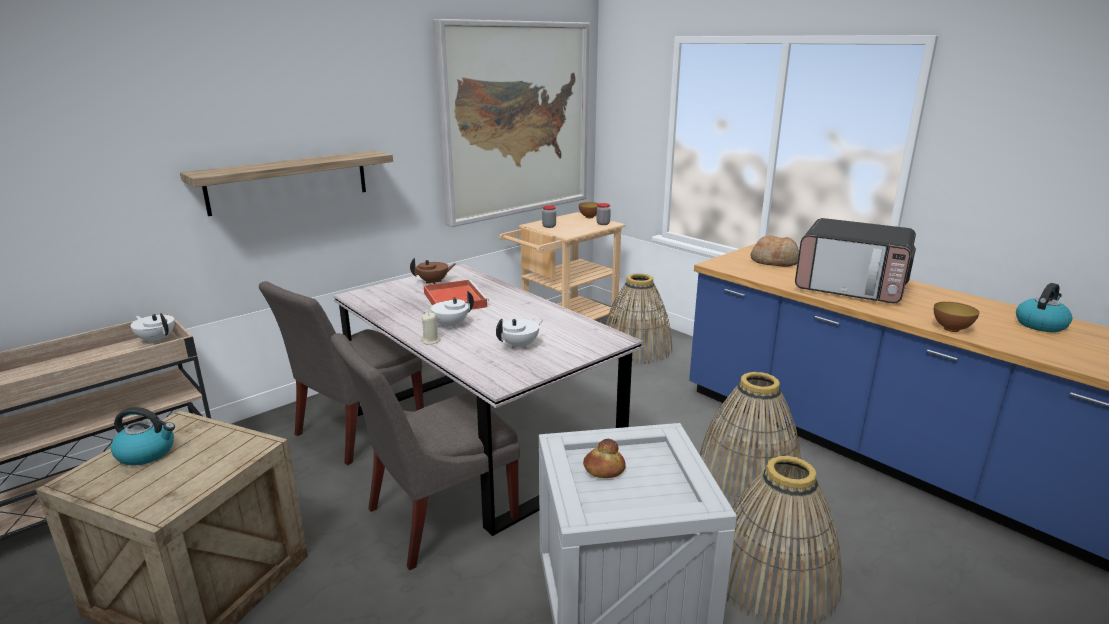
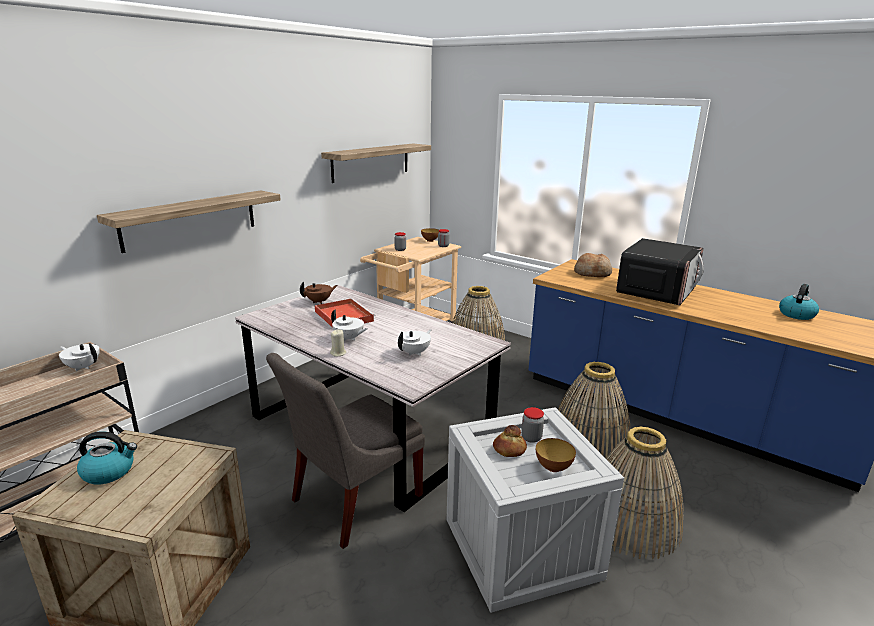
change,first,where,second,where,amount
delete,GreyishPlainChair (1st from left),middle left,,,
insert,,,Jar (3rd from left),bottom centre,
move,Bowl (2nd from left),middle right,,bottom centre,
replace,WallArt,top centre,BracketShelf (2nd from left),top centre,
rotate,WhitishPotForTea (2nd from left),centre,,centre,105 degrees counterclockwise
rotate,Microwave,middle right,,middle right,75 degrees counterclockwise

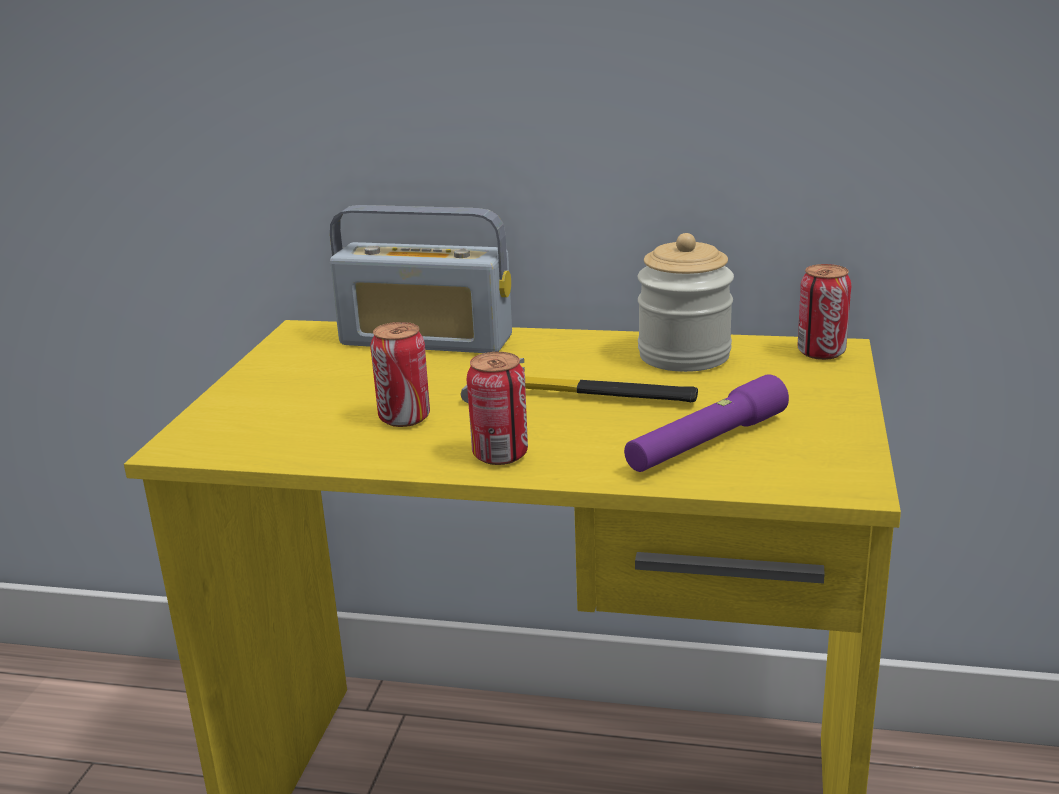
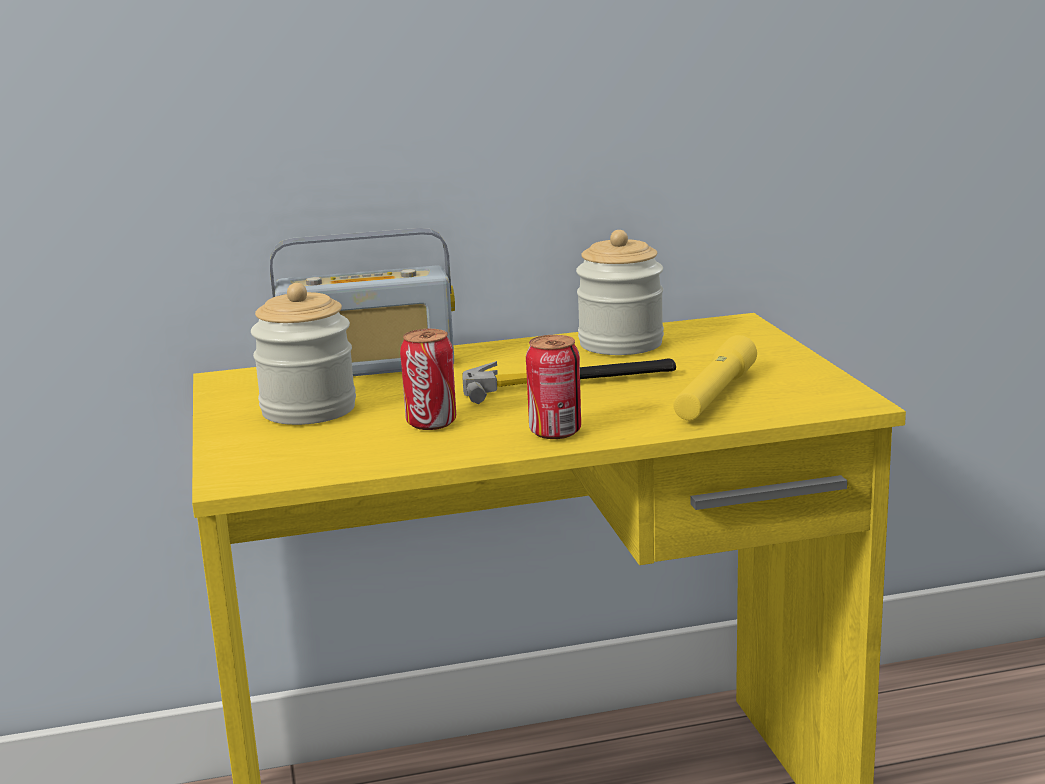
change,first,where,second,where,amount
delete,MetalCan (3rd from left),middle right,,,
insert,,,Jar (1st from left),middle left,
recolor,PurpleColouredTorch,middle right,YellowTorch,middle right,

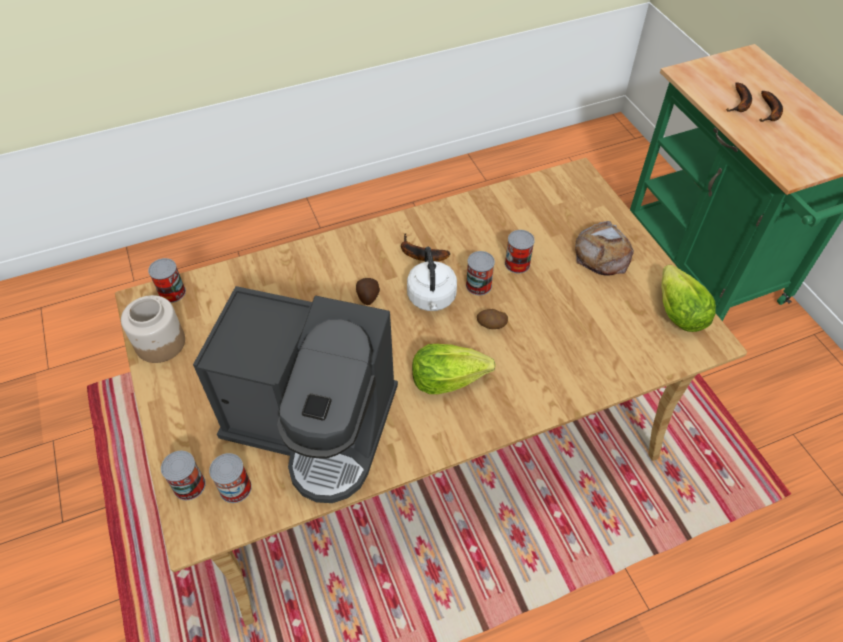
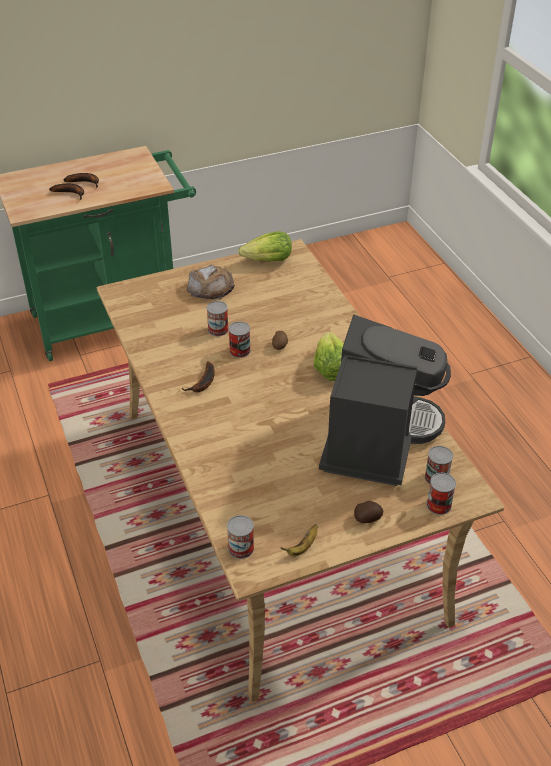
change,first,where,second,where,amount
delete,WhitishWaterKettle,centre,,,
move,WholePotato (1st from left in the first image),centre,WholePotato (2nd from left),bottom right,
replace,Jar,middle left,WholeBanana (4th from left),bottom centre,

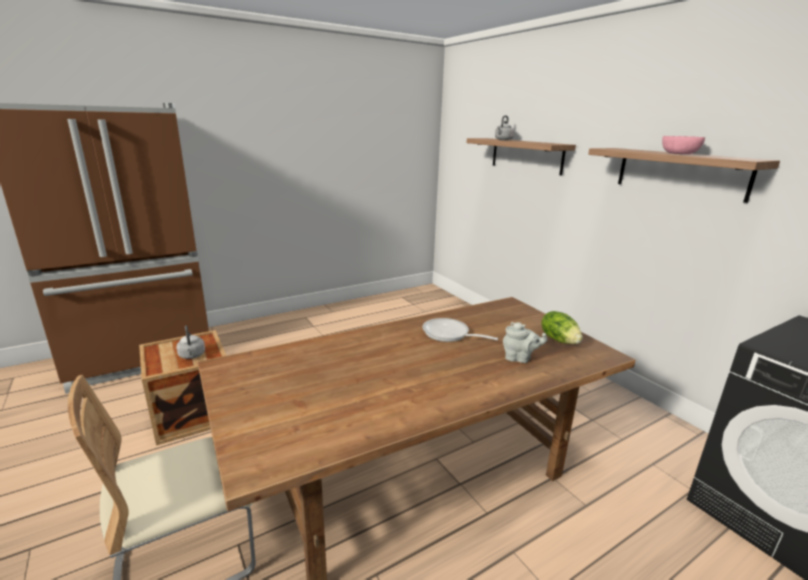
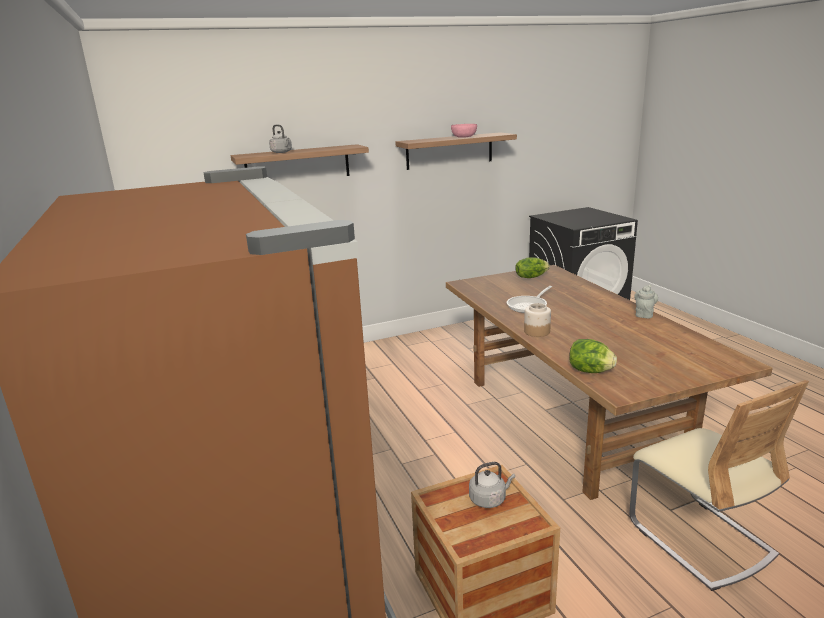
change,first,where,second,where,amount
insert,,,Jar,centre,
insert,,,HeadOfLettuce (2nd from left),middle right,
move,GreyishPotForTea,centre,,middle right,

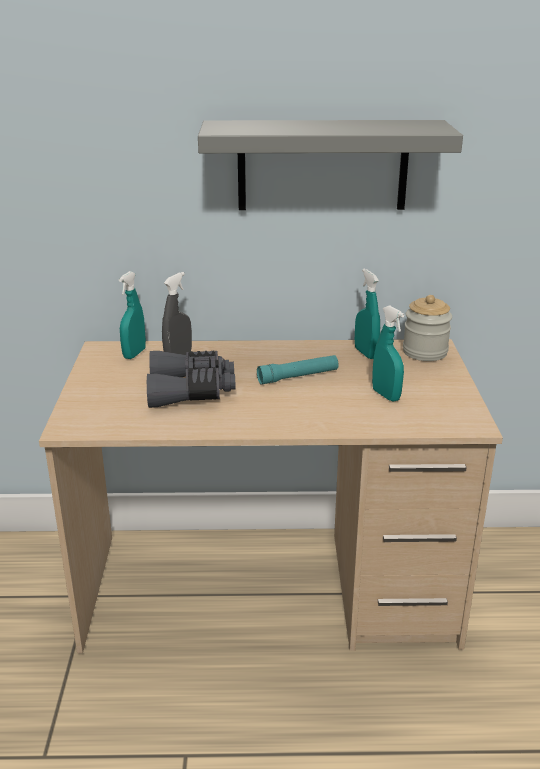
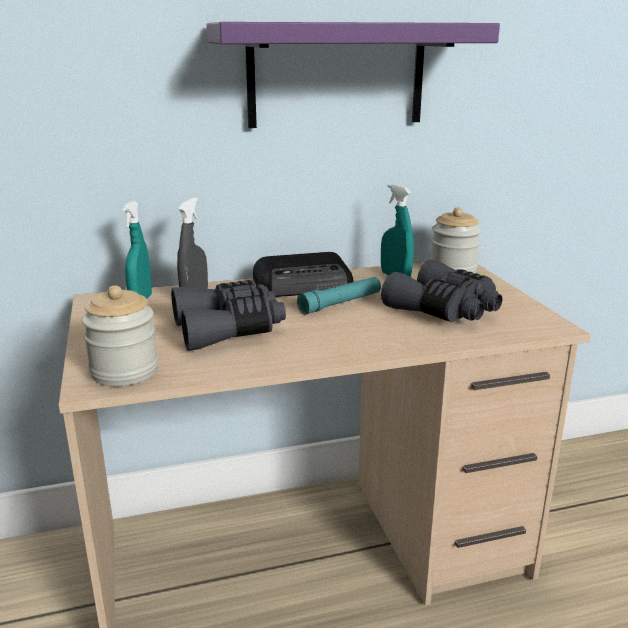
change,first,where,second,where,amount
insert,,,Jar (1st from left),middle left,
insert,,,RadioSet,centre,
replace,TurquoiseHandSprayer (3rd from left),middle right,GreyishFieldGlasses (2nd from left),middle right,
recolor,GreyishBracketShelf,top centre,PurpleColouredBracketShelf,top centre,

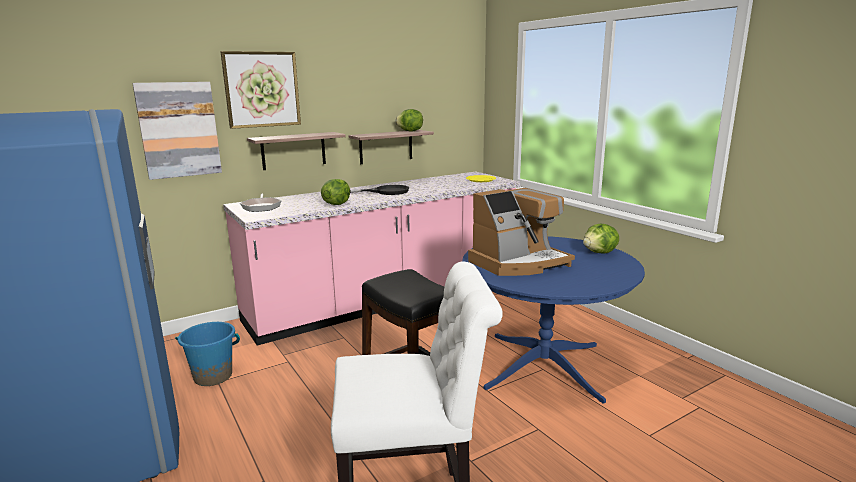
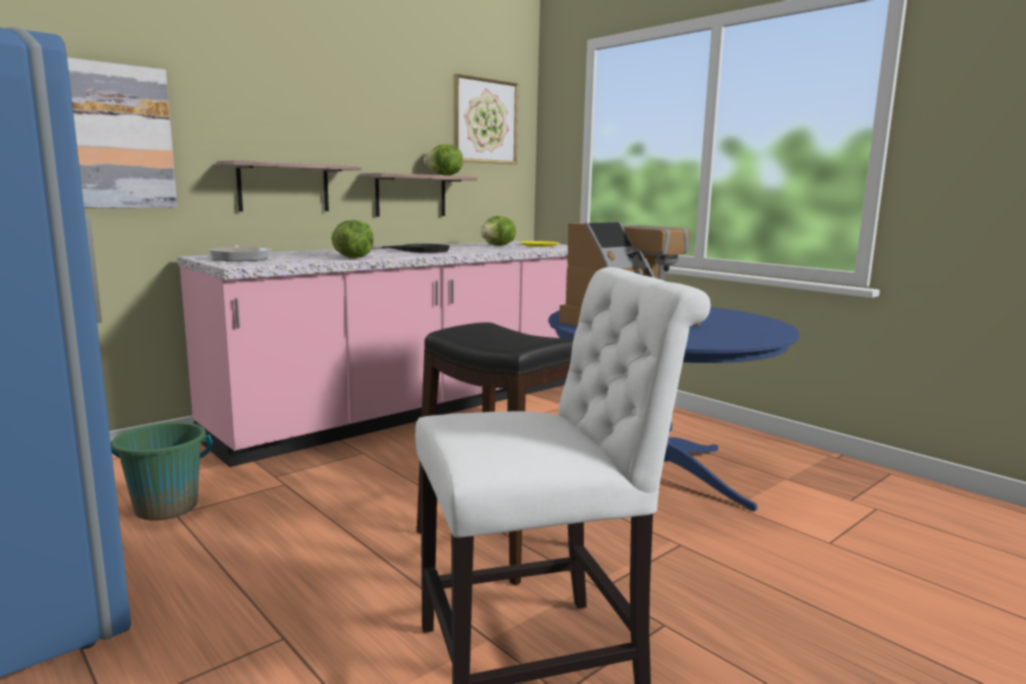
change,first,where,second,where,amount
move,WallArt (2nd from left),top left,,top centre,
move,HeadOfLettuce (3rd from left),middle right,,centre,
recolor,BlueColouredBucket,bottom left,GreenColouredBucket,bottom left,

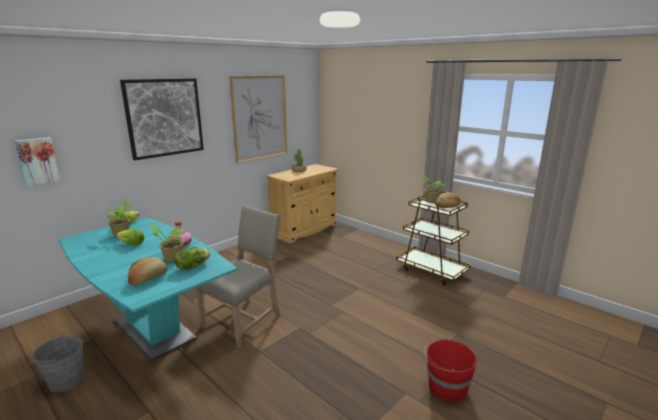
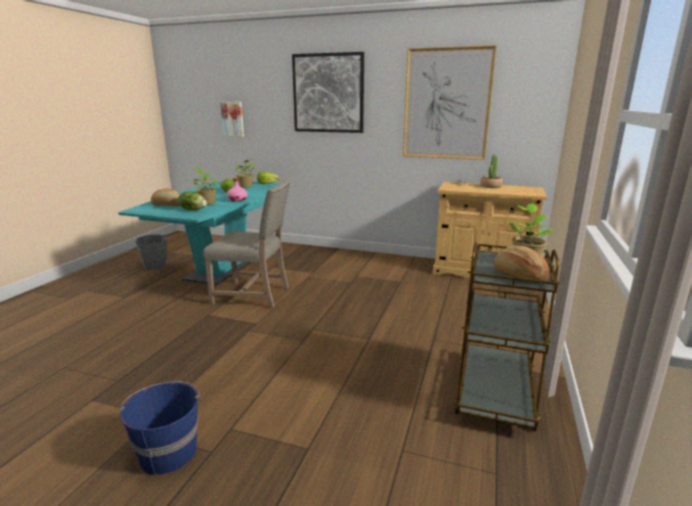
change,first,where,second,where,amount
recolor,RedBucket,bottom right,BlueColouredBucket,bottom left,

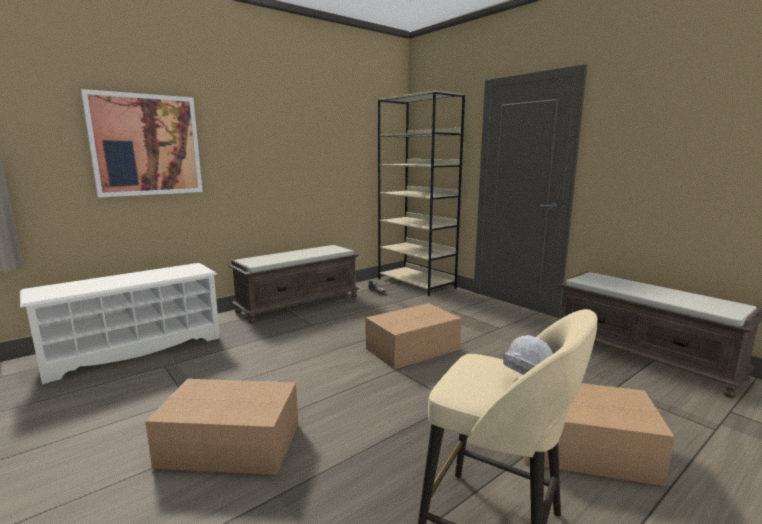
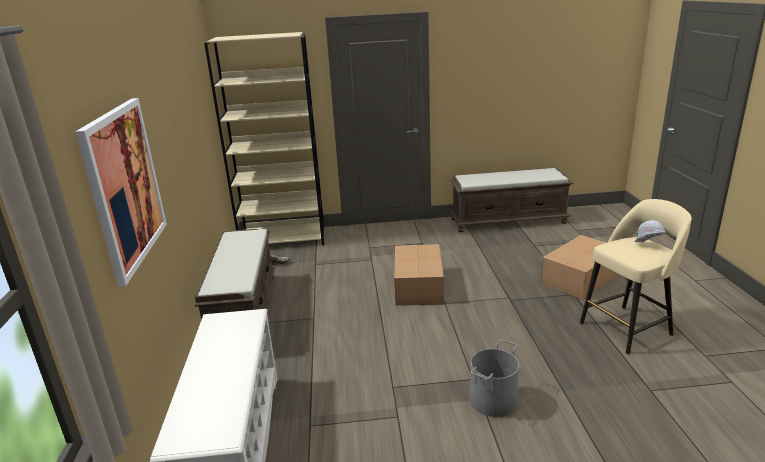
change,first,where,second,where,amount
replace,Carton (1st from left),bottom left,GreyishBucket,bottom centre,

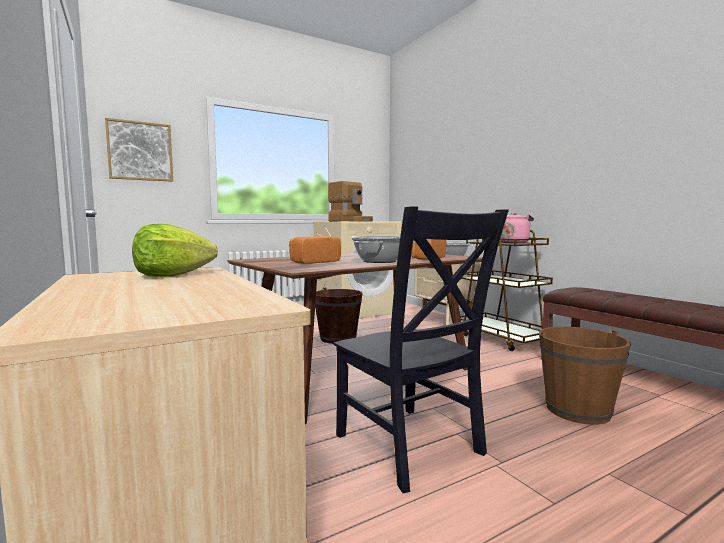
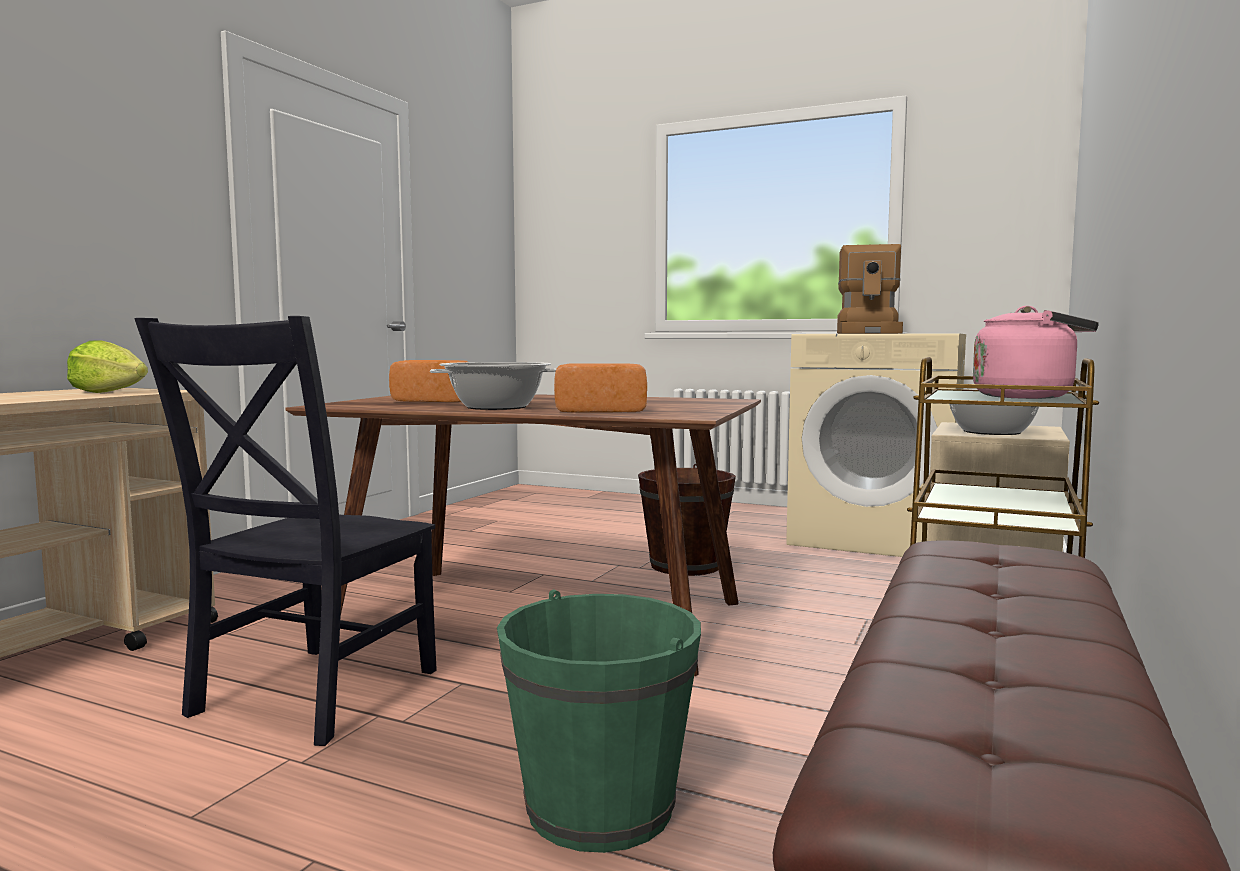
change,first,where,second,where,amount
delete,WallArt,top left,,,
recolor,BrownishBucket (2nd from left),bottom right,GreenColouredBucket,bottom centre,

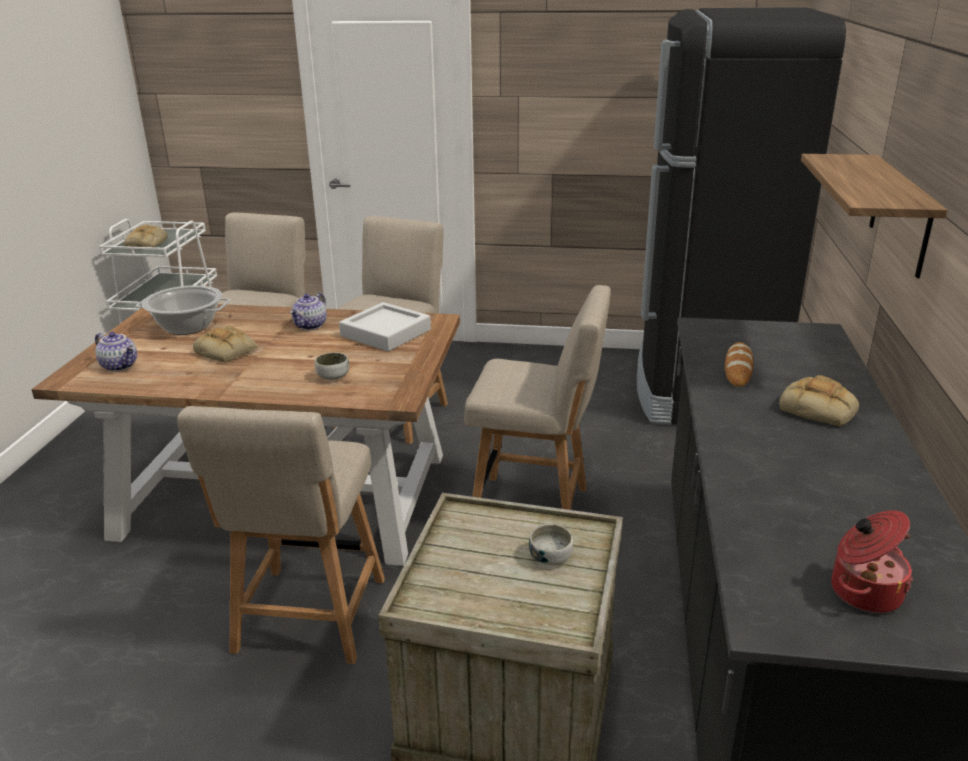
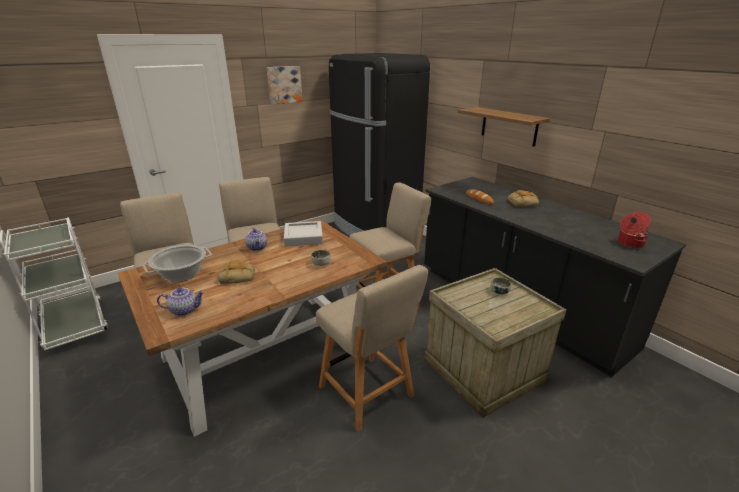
change,first,where,second,where,amount
delete,BakedBread (1st from left),top left,,,
insert,,,WallArt,top centre,

